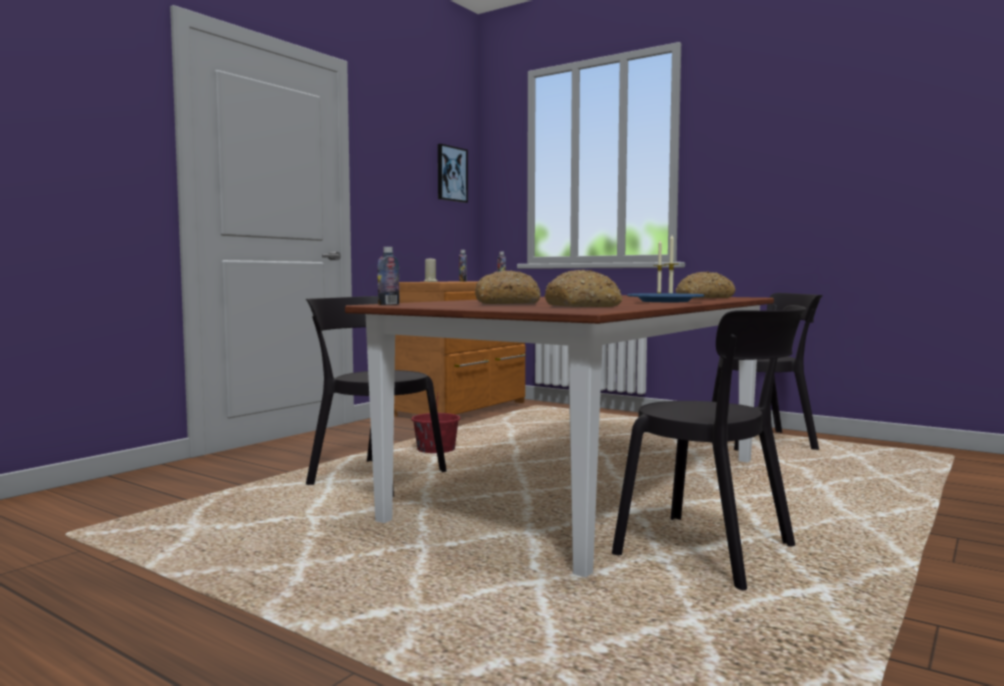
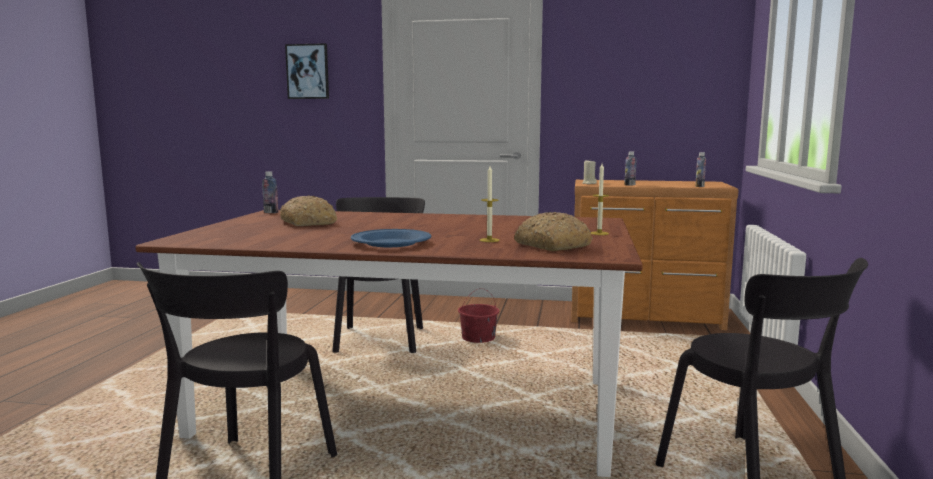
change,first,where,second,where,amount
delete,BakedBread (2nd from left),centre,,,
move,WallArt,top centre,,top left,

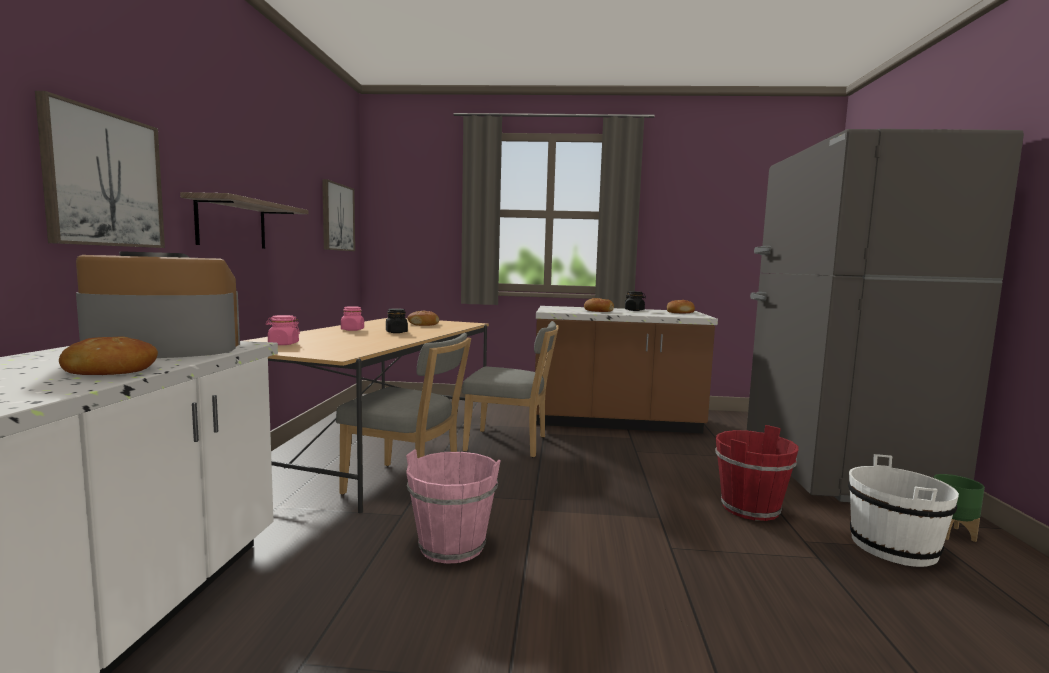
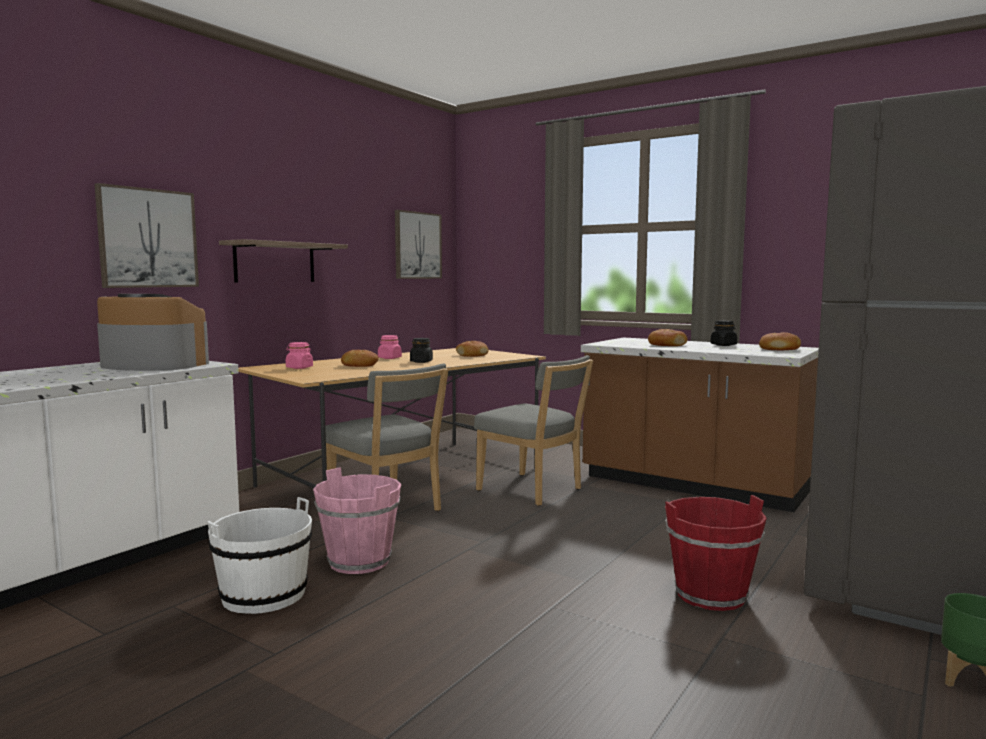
change,first,where,second,where,amount
move,BakedBread (1st from left),middle left,,centre,
move,WhitishBucket,bottom right,,bottom left,

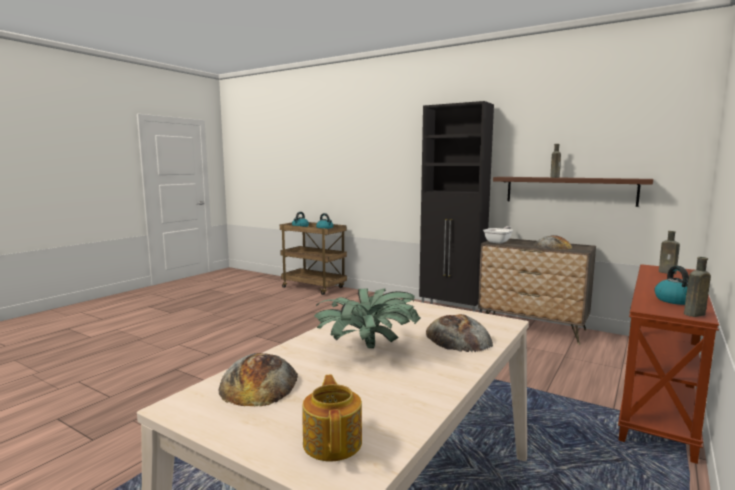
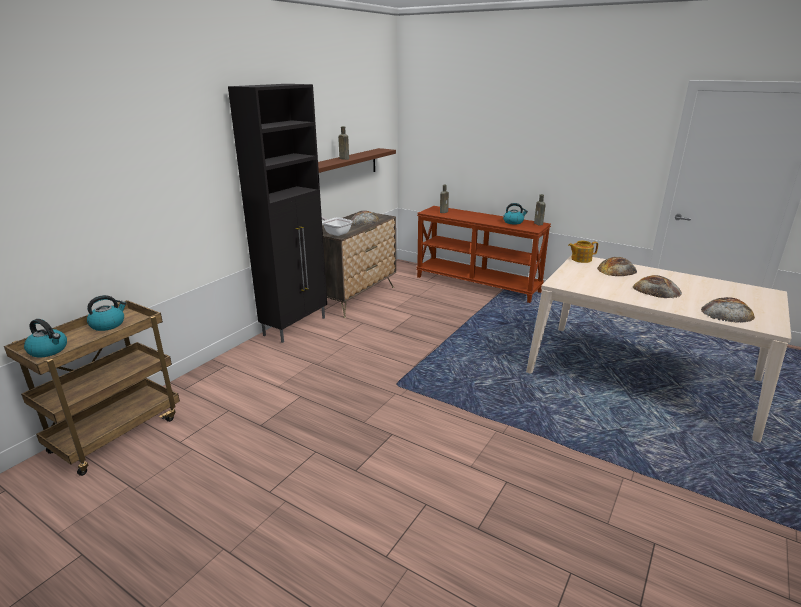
change,first,where,second,where,amount
move,PotForTea,bottom centre,,middle right,
replace,PottedPlant,centre,BakedBread (3rd from left),middle right,

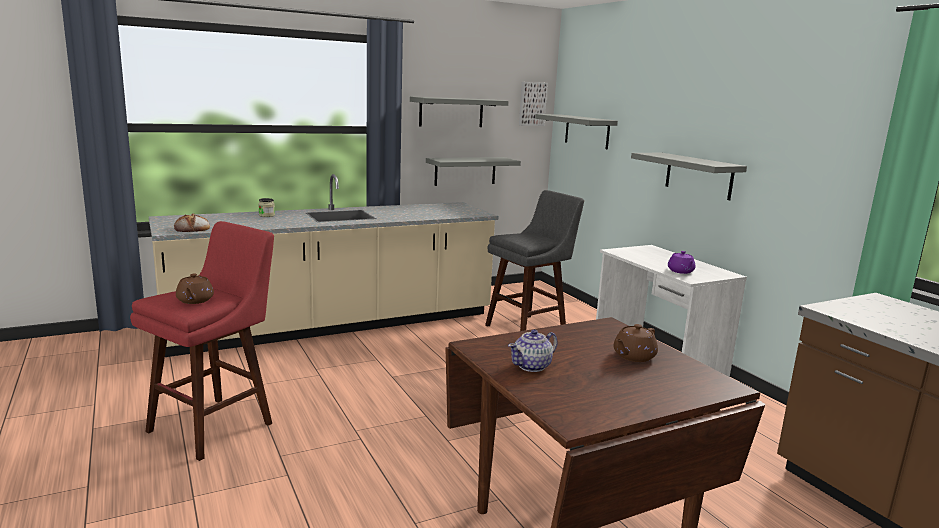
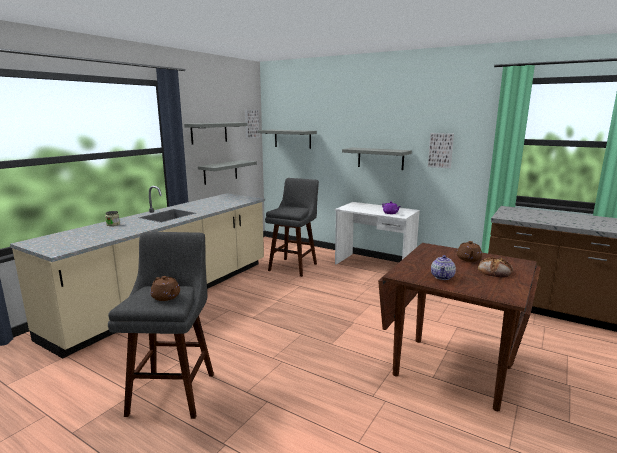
change,first,where,second,where,amount
insert,,,WallArt (2nd from left),top right,
move,BakedBread,middle left,,middle right,
recolor,RedStoolSeat,middle left,GreyishStoolSeat (1st from left),bottom left,

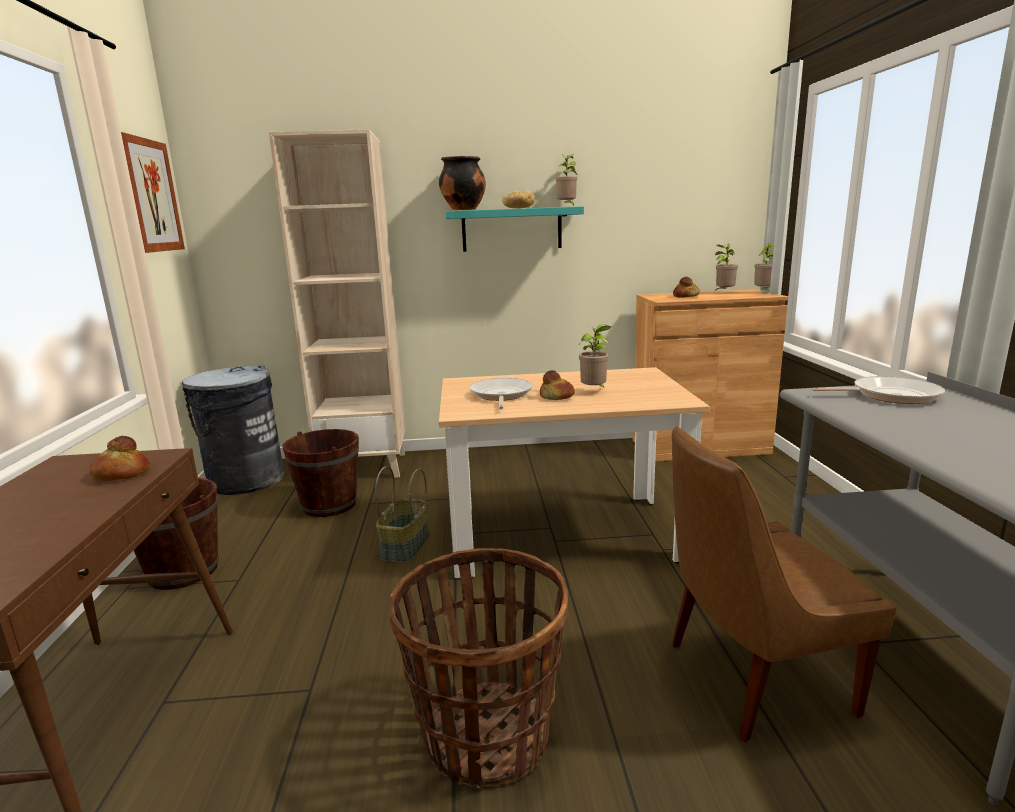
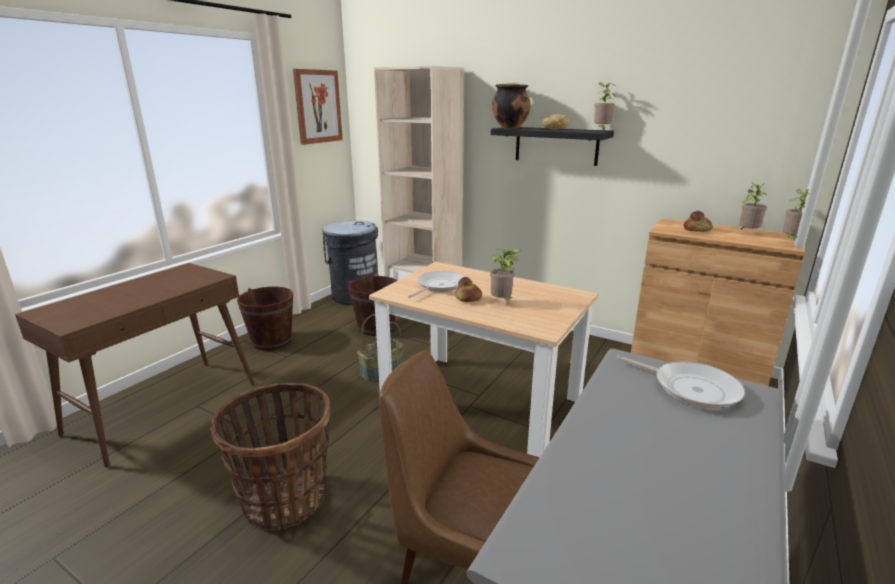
change,first,where,second,where,amount
delete,BakedBread (1st from left),middle left,,,
recolor,TurquoiseBracketShelf,top centre,BlackishBracketShelf,top centre,

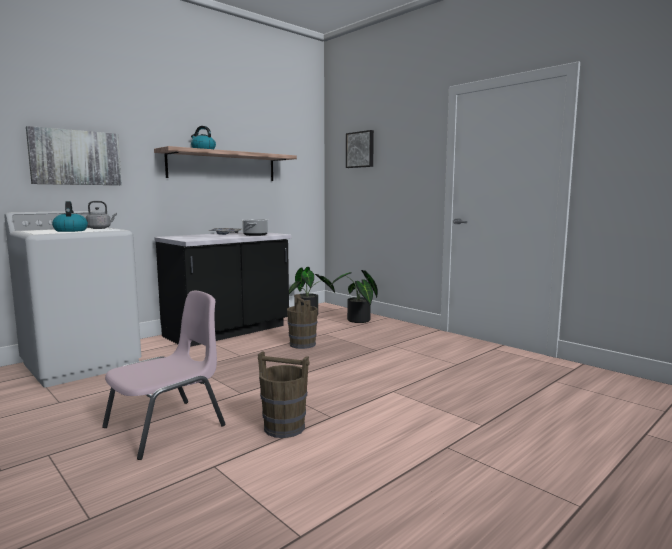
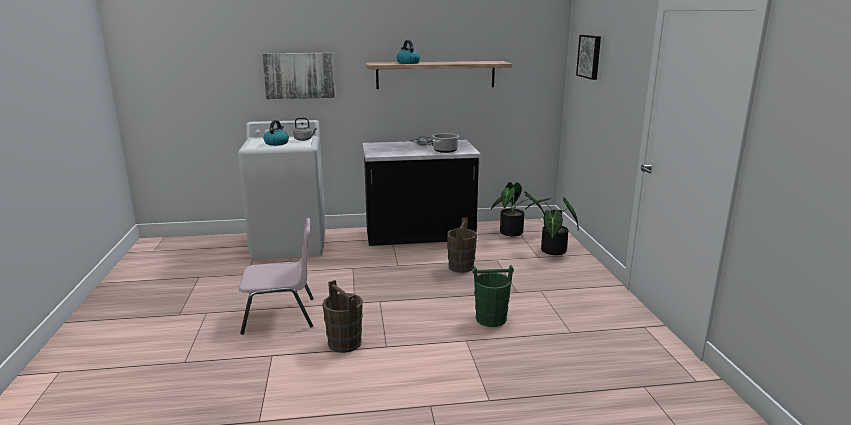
change,first,where,second,where,amount
insert,,,GreenColouredBucket,bottom centre,

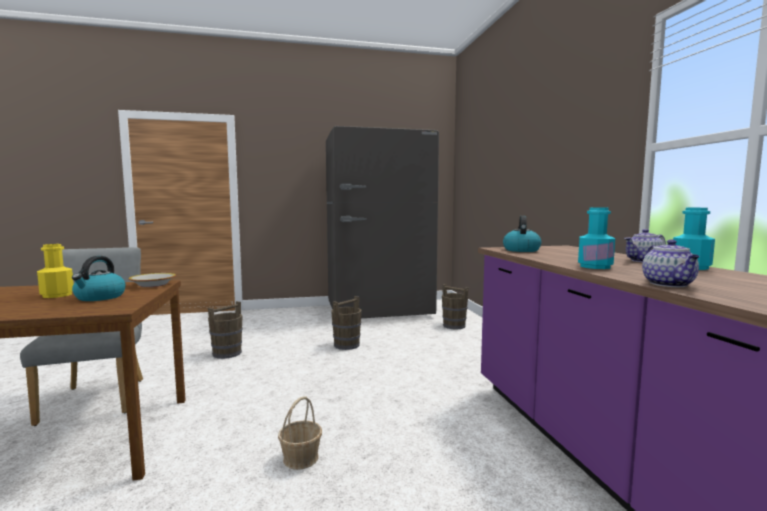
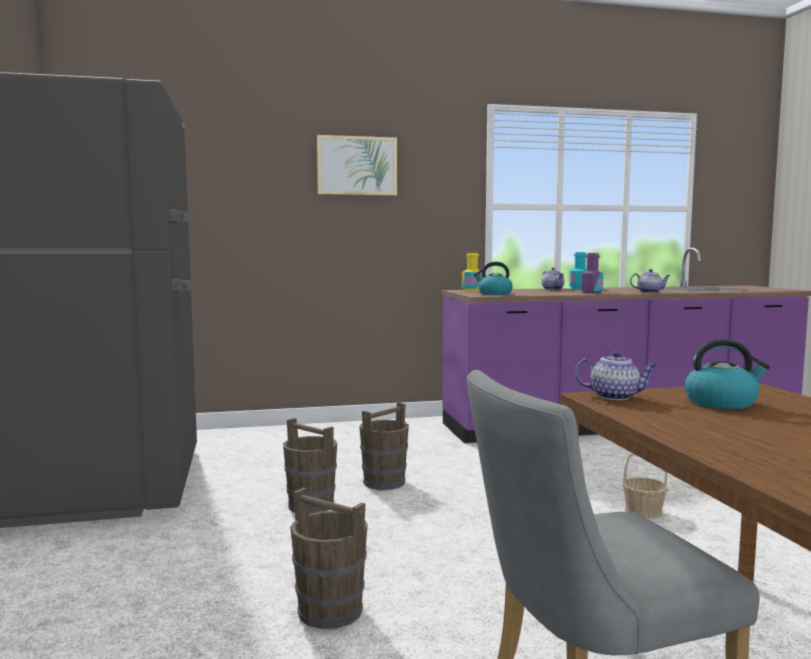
change,first,where,second,where,amount
insert,,,WallArt,top centre,
move,YellowBeverageBottle,middle left,,centre,
move,BrownishBucket (3rd from left),centre,,bottom centre,
replace,Bowl,middle left,PotForTea (2nd from left),middle right,
recolor,TurquoiseBeverageBottle (1st from left),middle right,PurpleColouredBeverageBottle,middle right,

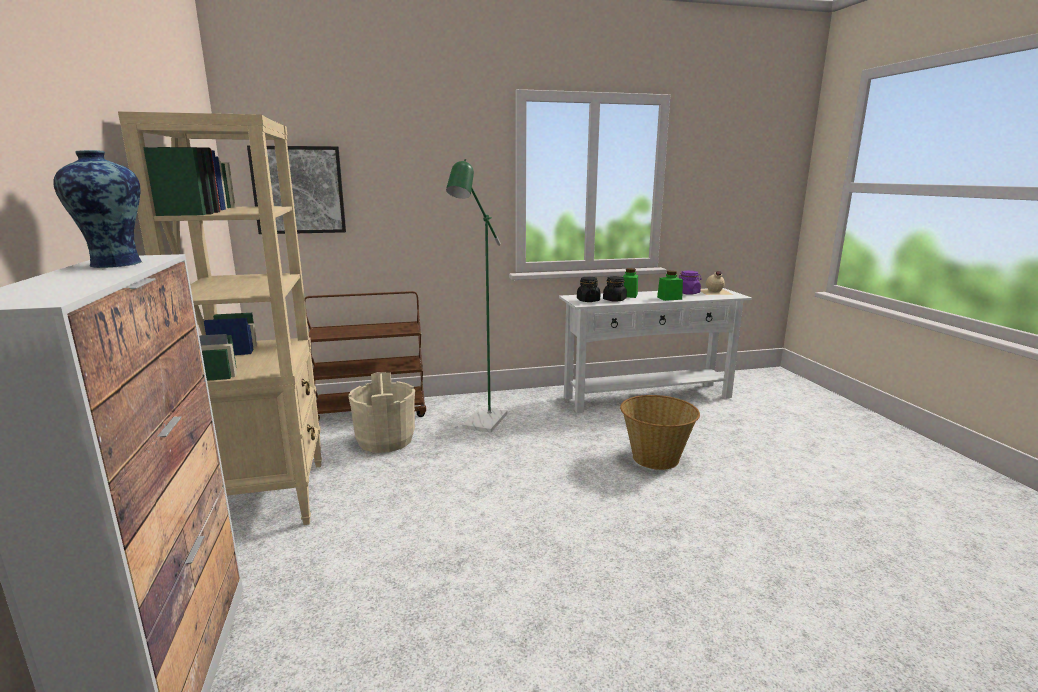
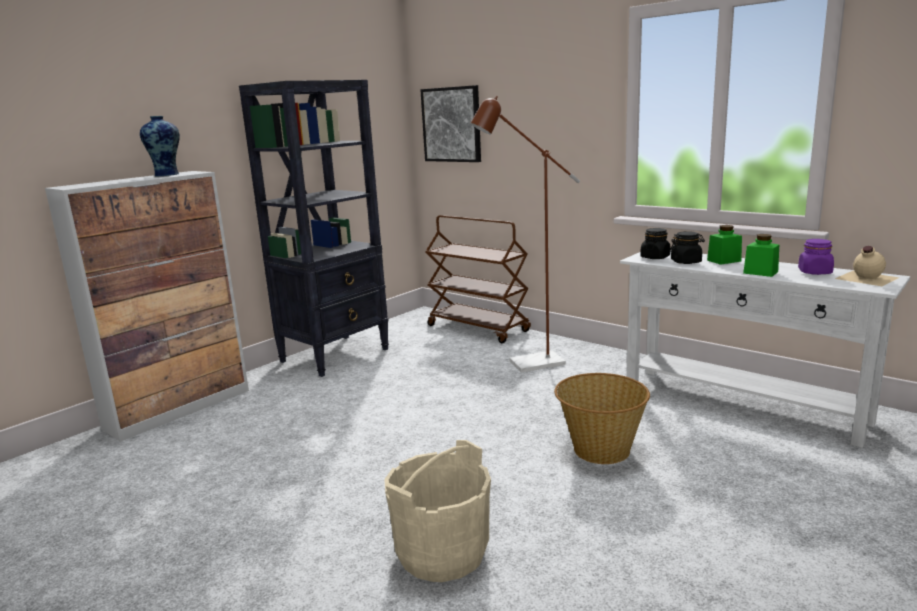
change,first,where,second,where,amount
move,BeigeBucket,centre,,bottom centre,
recolor,BeigeBookshelf,middle left,BlackishBookshelf,centre,
recolor,GreenColouredStandardLamp,centre,BrownishStandardLamp,centre,

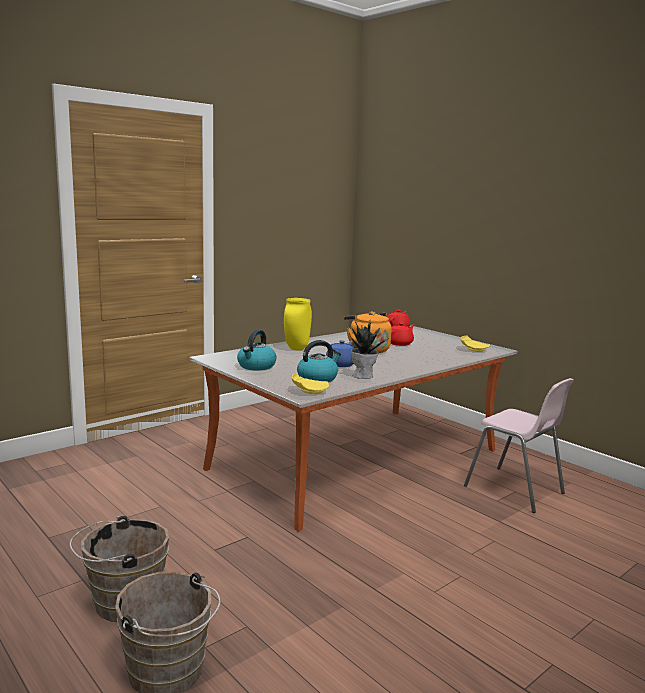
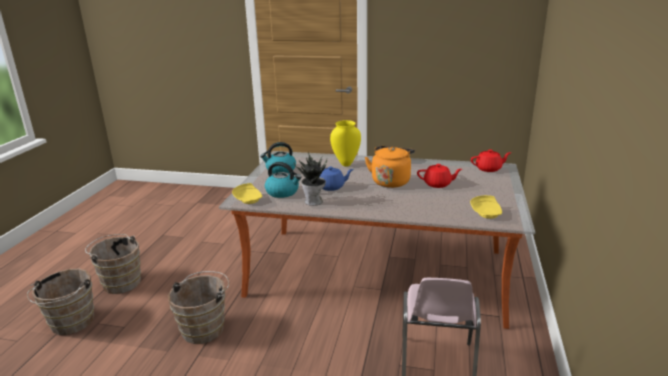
change,first,where,second,where,amount
insert,,,BrownishBucket (3rd from left),bottom left,

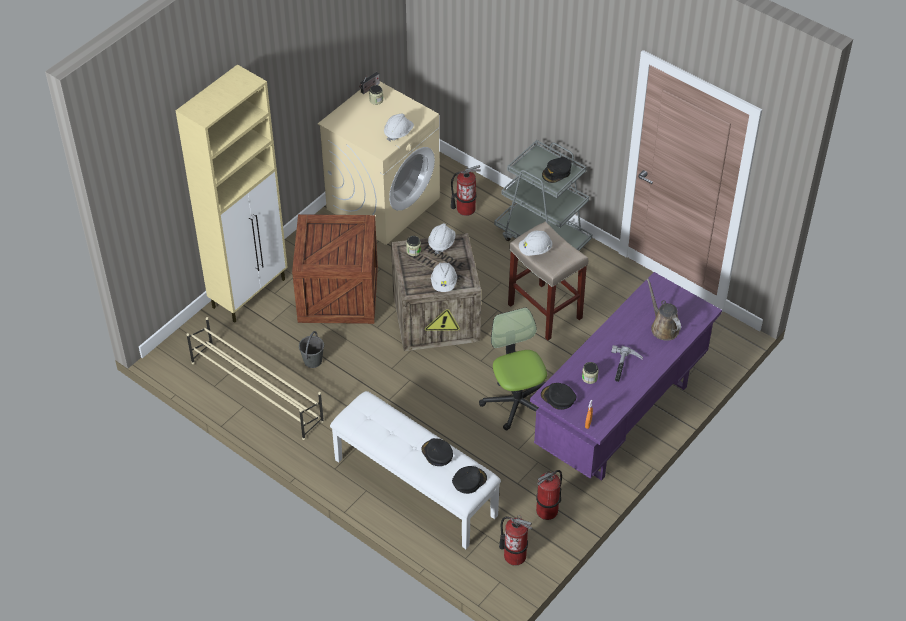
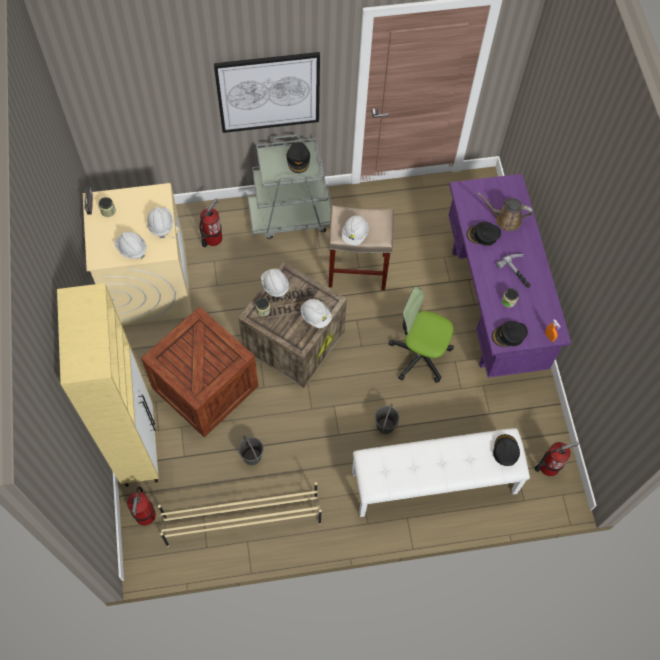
change,first,where,second,where,amount
insert,,,WhitishWorkHelmet (1st from left),middle left,
insert,,,WallArt,top centre,
insert,,,GreyishBucket (2nd from left),centre,
move,BlackishBaseballCap (1st from left in the first image),bottom centre,BlackishBaseballCap (2nd from left),middle right,
move,FireFightingCylinder (3rd from left in the first image),bottom centre,FireFightingCylinder (1st from left),bottom left,

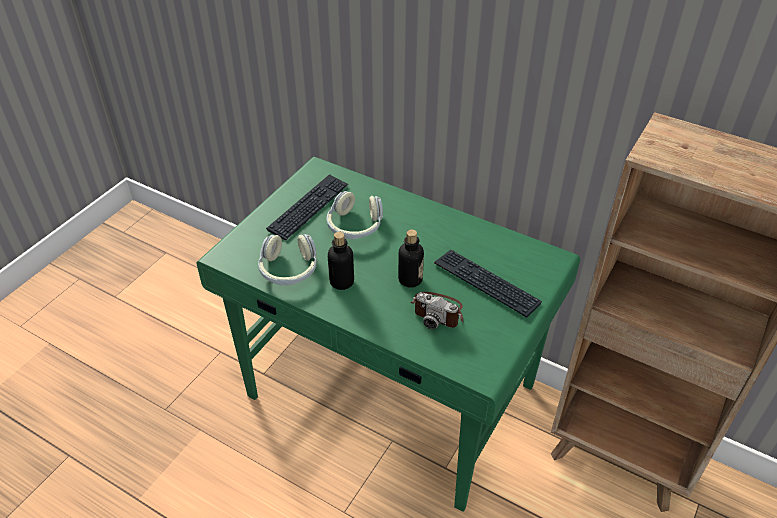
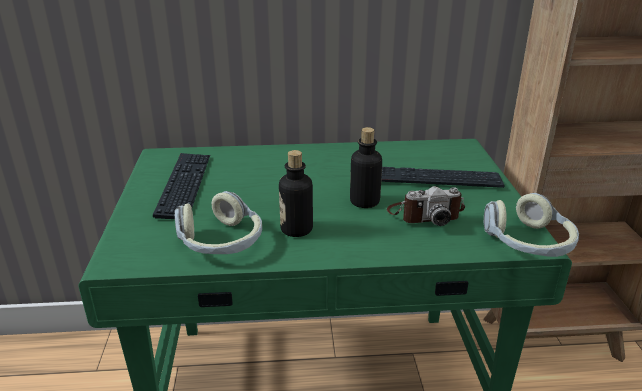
change,first,where,second,where,amount
move,PairOfHeadphones (2nd from left),centre,,middle right,

